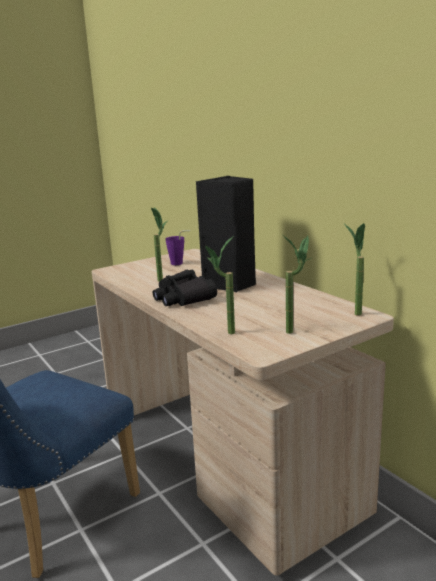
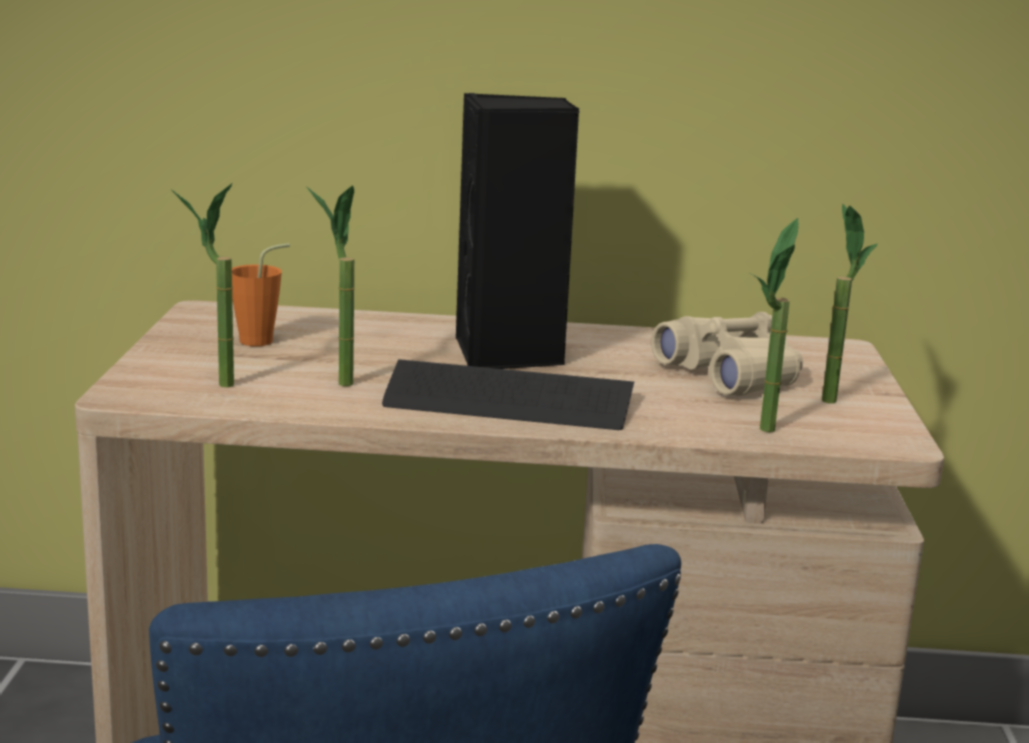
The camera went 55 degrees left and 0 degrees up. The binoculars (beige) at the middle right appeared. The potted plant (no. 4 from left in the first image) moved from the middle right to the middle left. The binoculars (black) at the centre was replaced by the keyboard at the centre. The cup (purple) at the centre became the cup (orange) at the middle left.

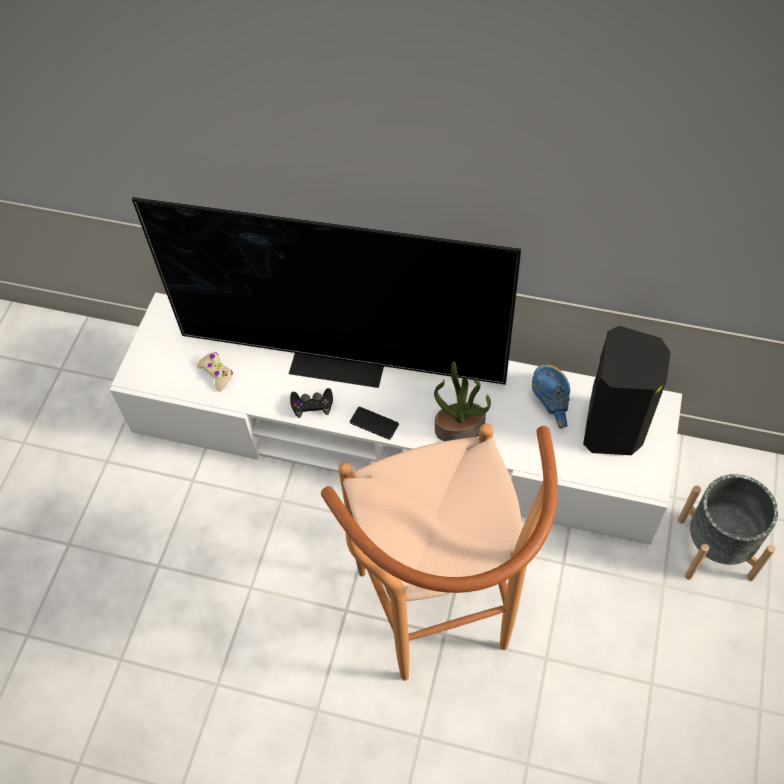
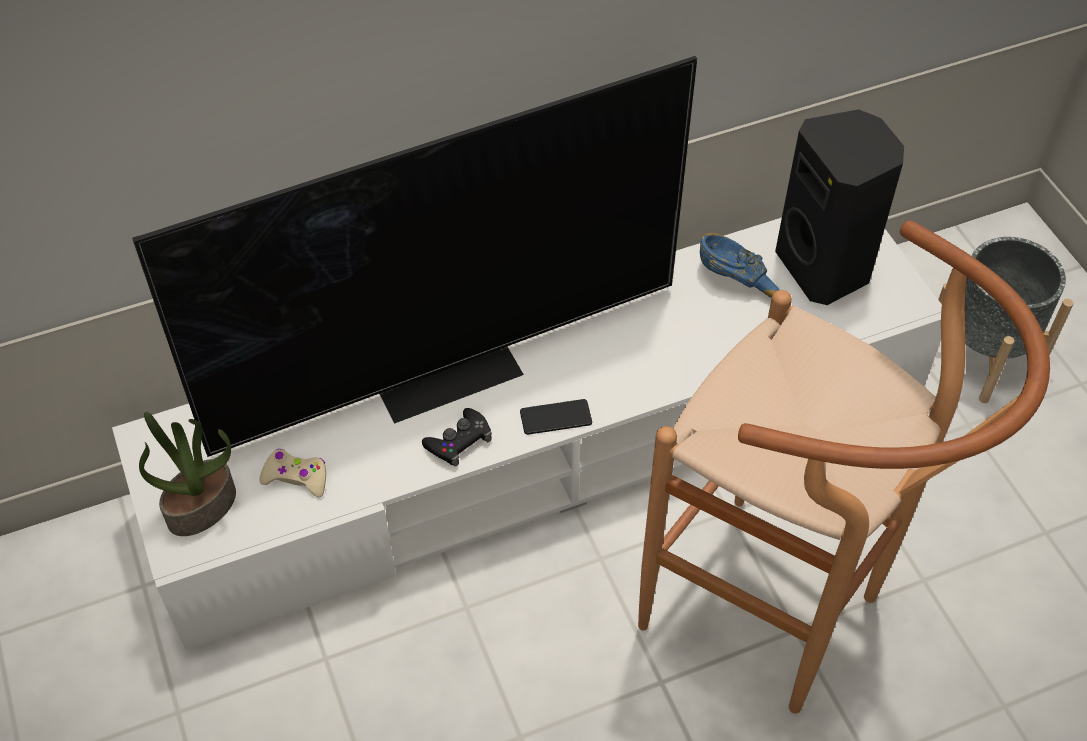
The camera went 40 degrees left and 5 degrees down. The potted plant moved from the centre to the middle left.

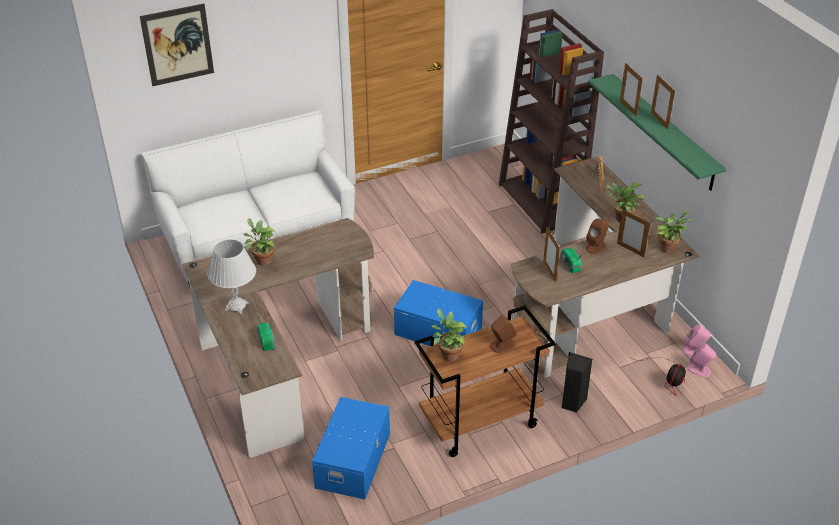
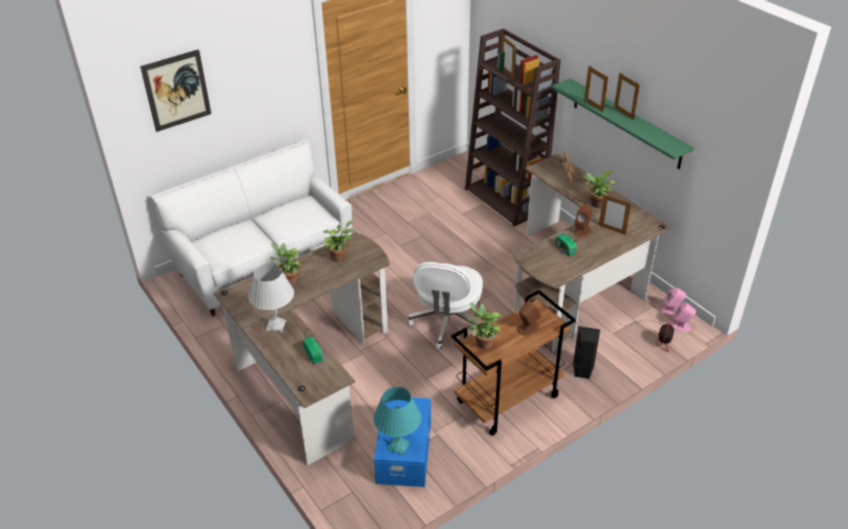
The camera went 10 degrees left and 0 degrees up. The table lamp (turquoise) at the bottom centre appeared. The picture frame (no. 1 from left) moved from the centre to the top centre. The potted plant (no. 4 from left in the first image) moved from the middle right to the centre. The storage box (blue) (no. 2 from left) at the centre was replaced by the office chair (white) at the centre.

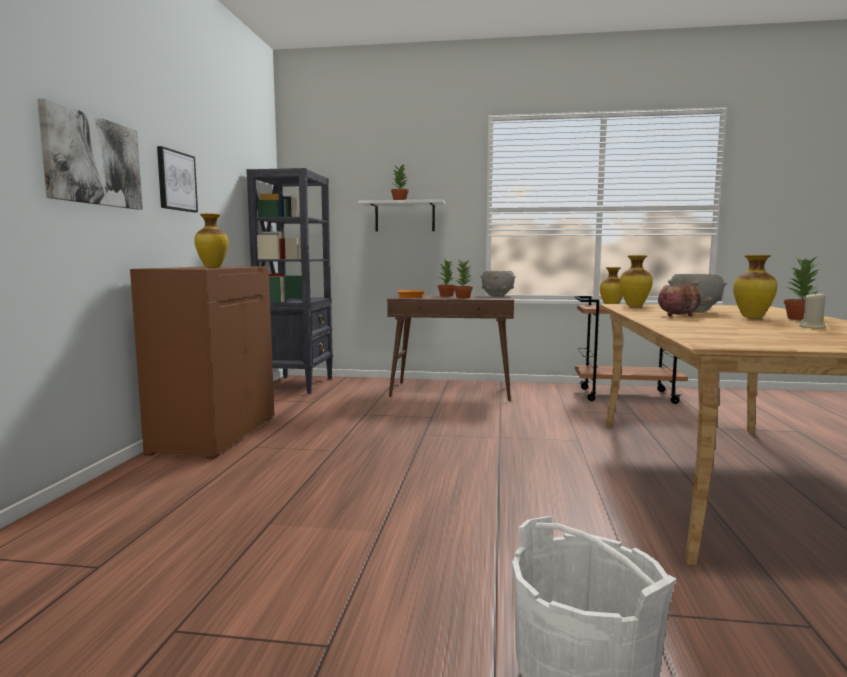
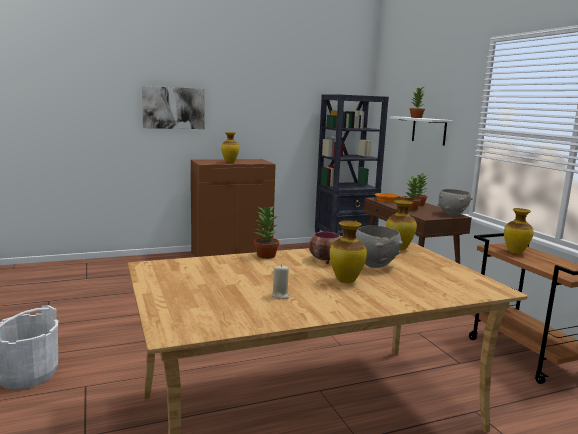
The camera went 60 degrees right and 5 degrees up. The picture (no. 2 from left) at the top left disappeared. The potted plant (no. 4 from left in the first image) moved from the middle right to the centre.

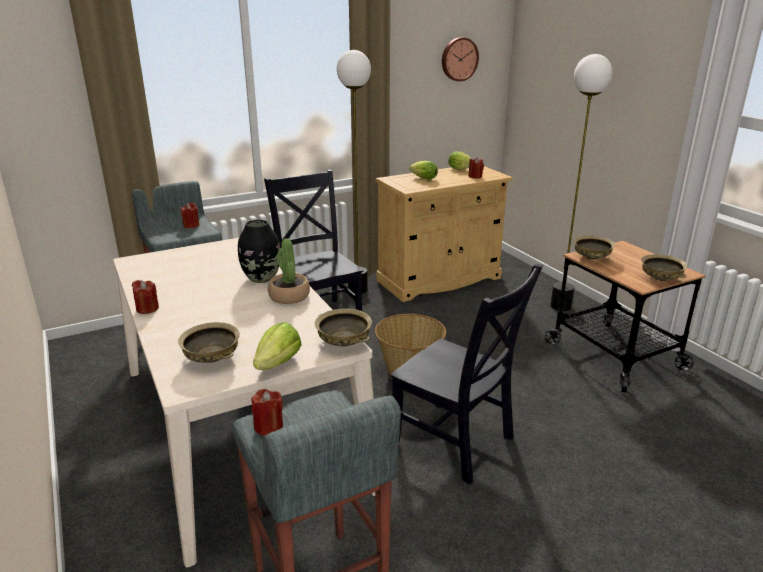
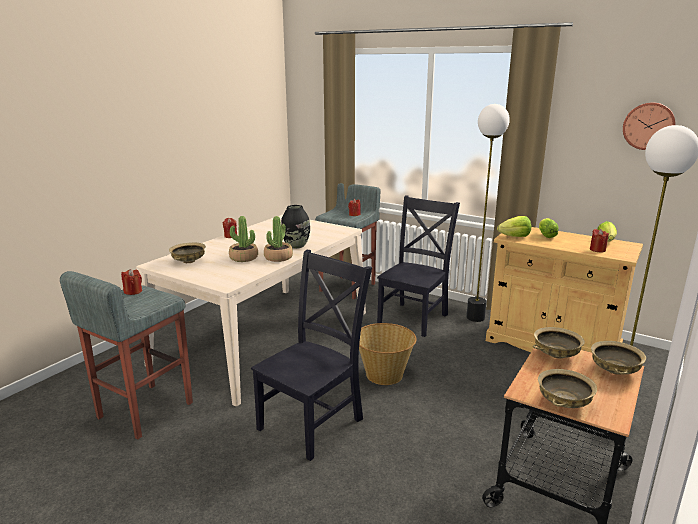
The camera went 60 degrees right and 5 degrees down. The potted plant (no. 1 from left) at the centre appeared. The lettuce (no. 1 from left) moved from the centre to the middle right. The bowl (beige) (no. 2 from left in the first image) moved from the centre to the bottom right. The chair (black) (no. 2 from left in the first image) at the centre turned 150 degrees counterclockwise.

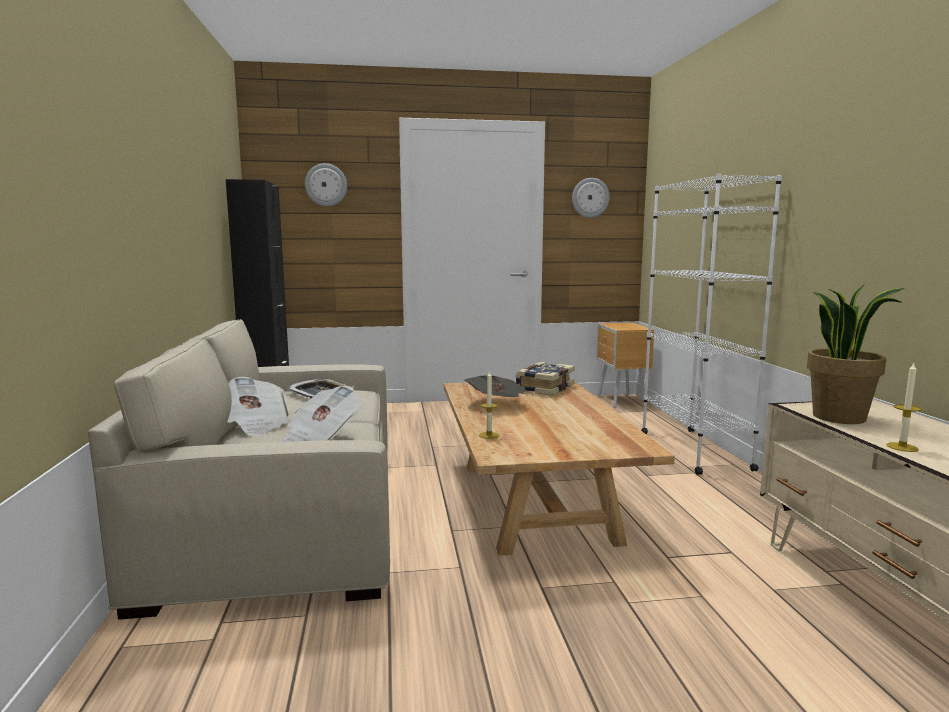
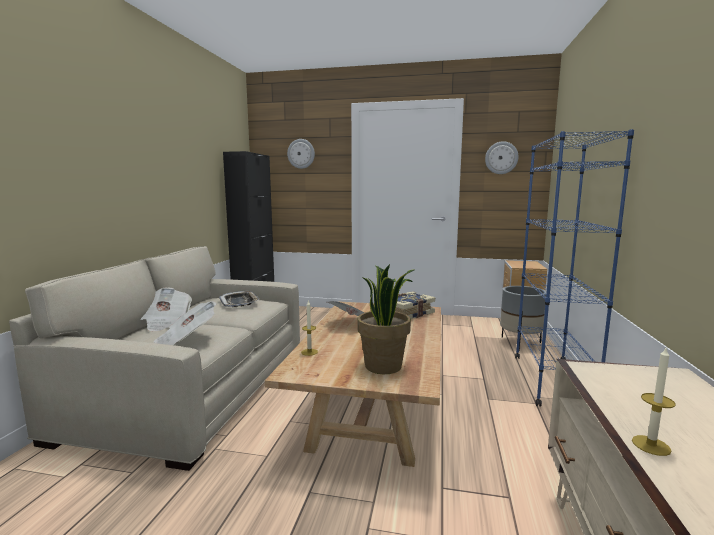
The camera went 20 degrees right and 0 degrees up. The planter (grey) at the middle right appeared. The potted plant moved from the middle right to the centre. The bookcase (white) at the middle right became the bookcase (blue) at the middle right.

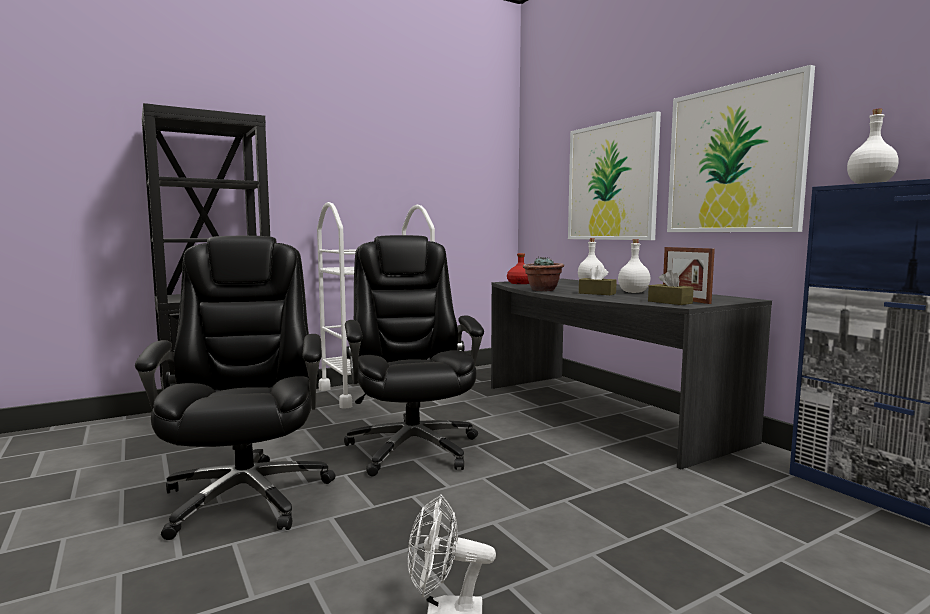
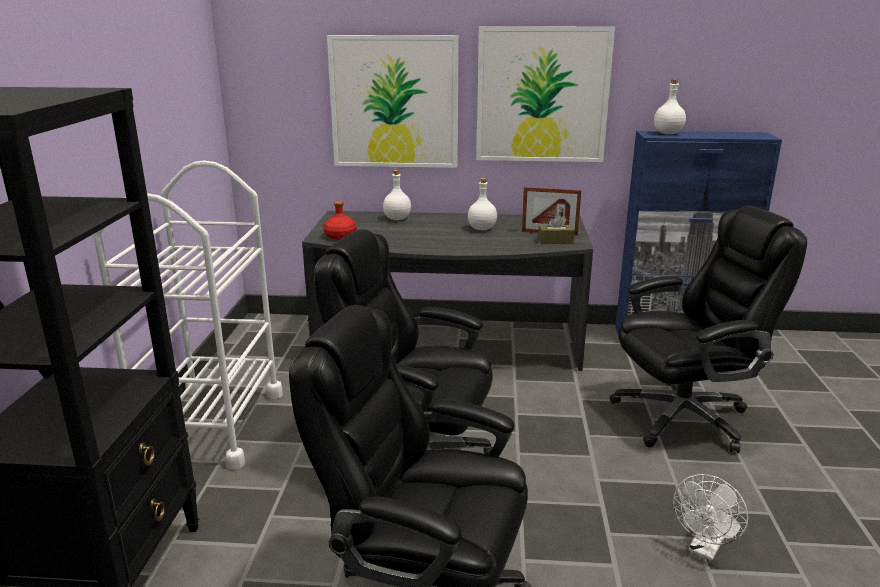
The camera went 55 degrees left and 15 degrees up. The potted plant at the centre disappeared. The tissue box (brown) (no. 1 from left) at the centre disappeared. The office chair (black) (no. 3 from left) at the middle right appeared.

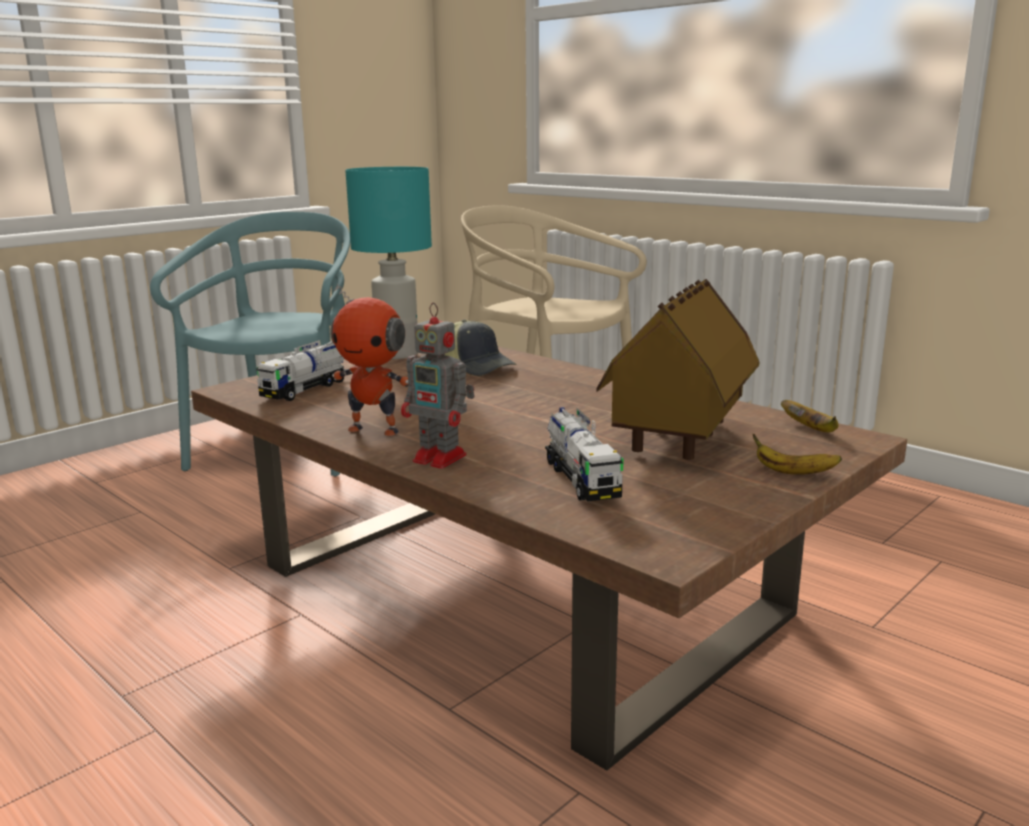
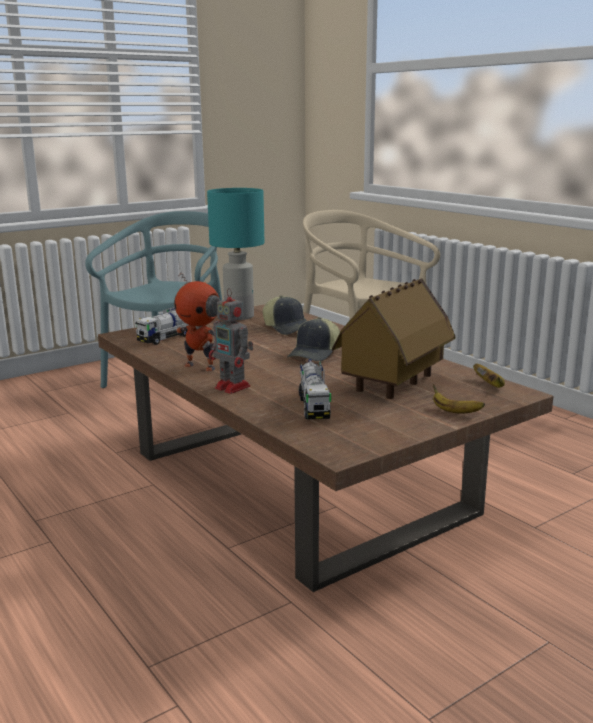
The camera went 10 degrees right and 0 degrees up. The cap (no. 2 from left) at the centre appeared.

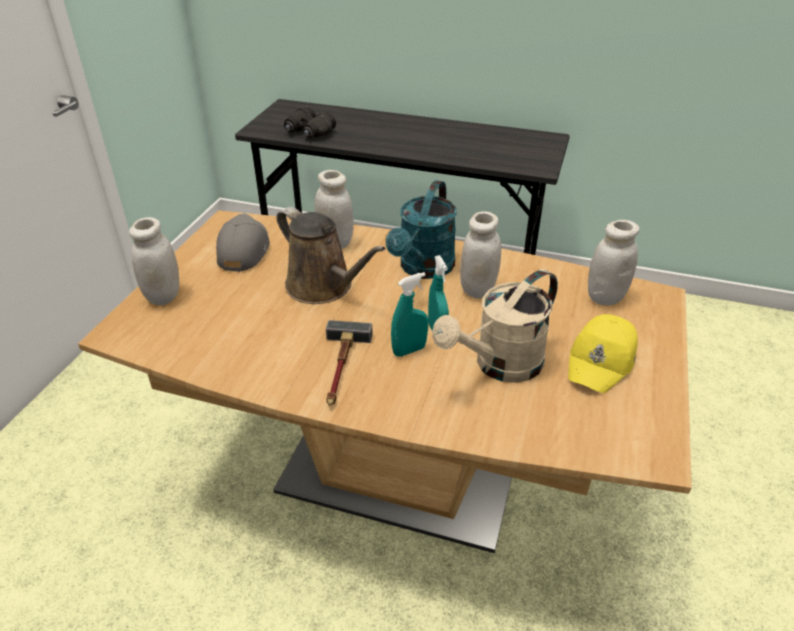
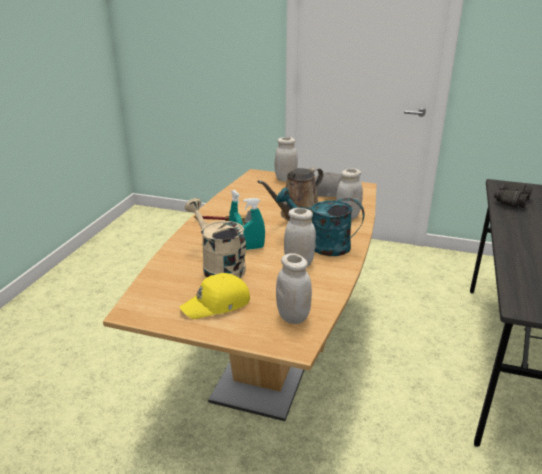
The camera went 90 degrees right and 10 degrees down. The cap (yellow) at the middle right turned 60 degrees counterclockwise.

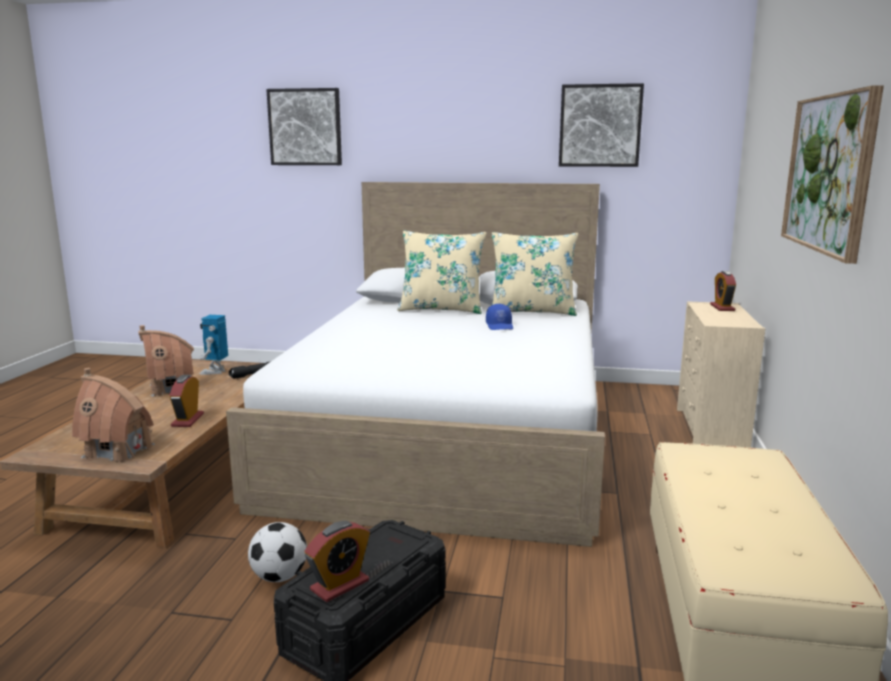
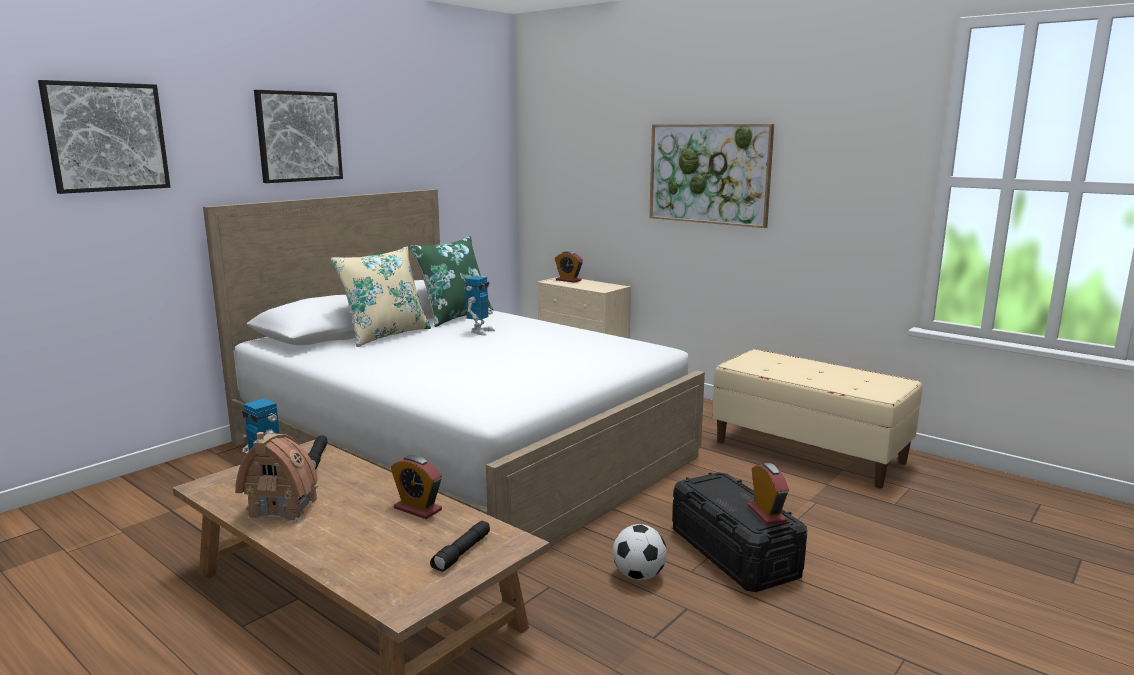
The camera went 60 degrees left and 0 degrees up. The picture (no. 2 from left) moved from the top right to the top left. The toy house (no. 1 from left) at the middle left was replaced by the flashlight (black) (no. 2 from left) at the bottom centre. The cap (blue) at the centre was replaced by the toy robot (no. 2 from left) at the centre. The pillow (beige) (no. 2 from left) at the centre became the pillow (green) at the centre.

